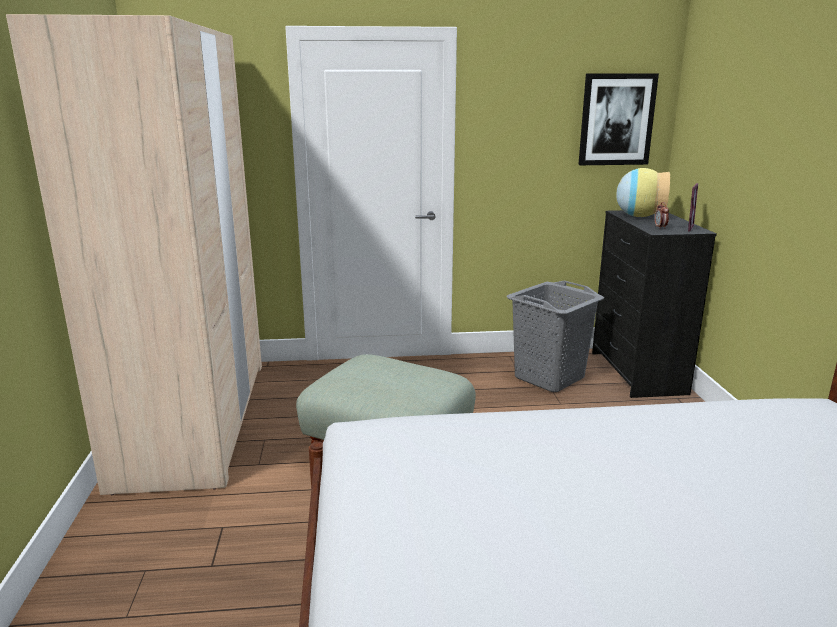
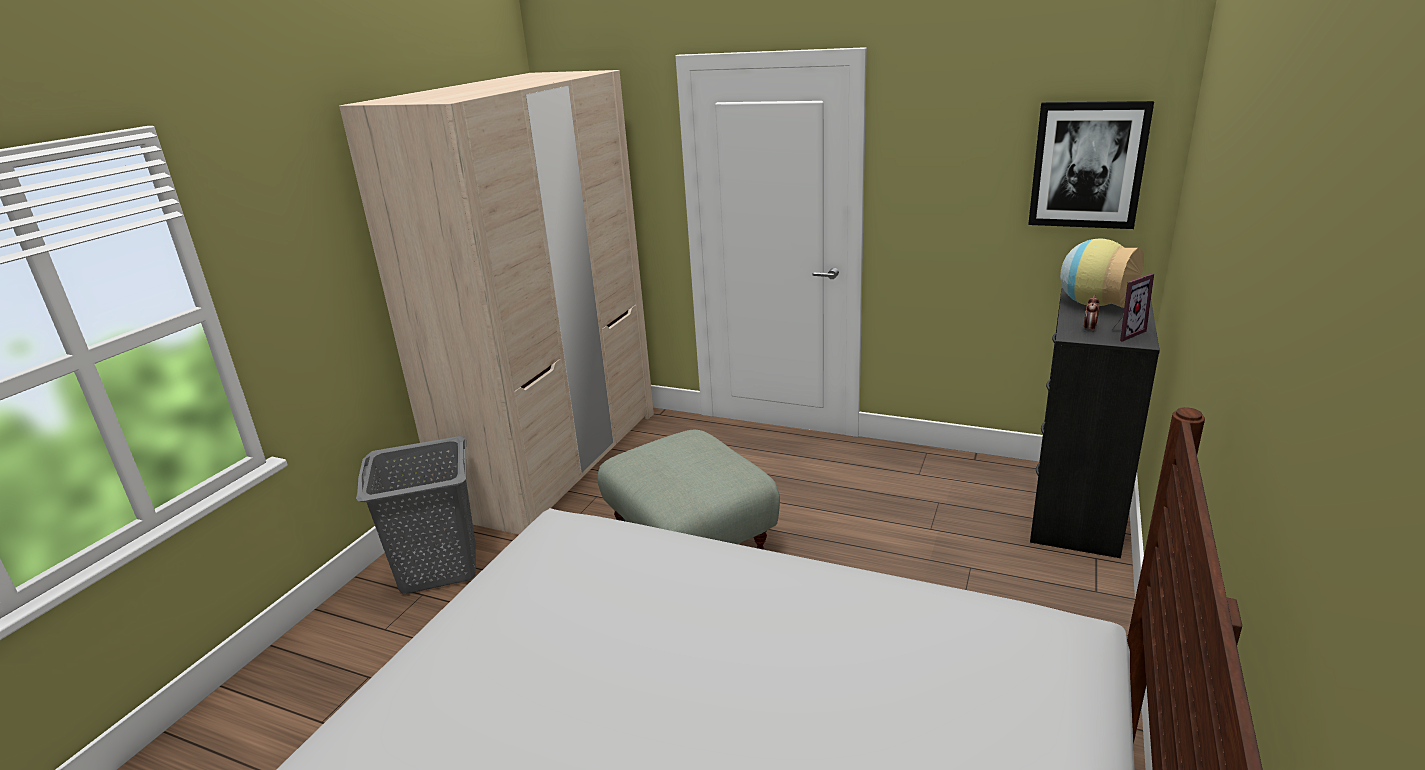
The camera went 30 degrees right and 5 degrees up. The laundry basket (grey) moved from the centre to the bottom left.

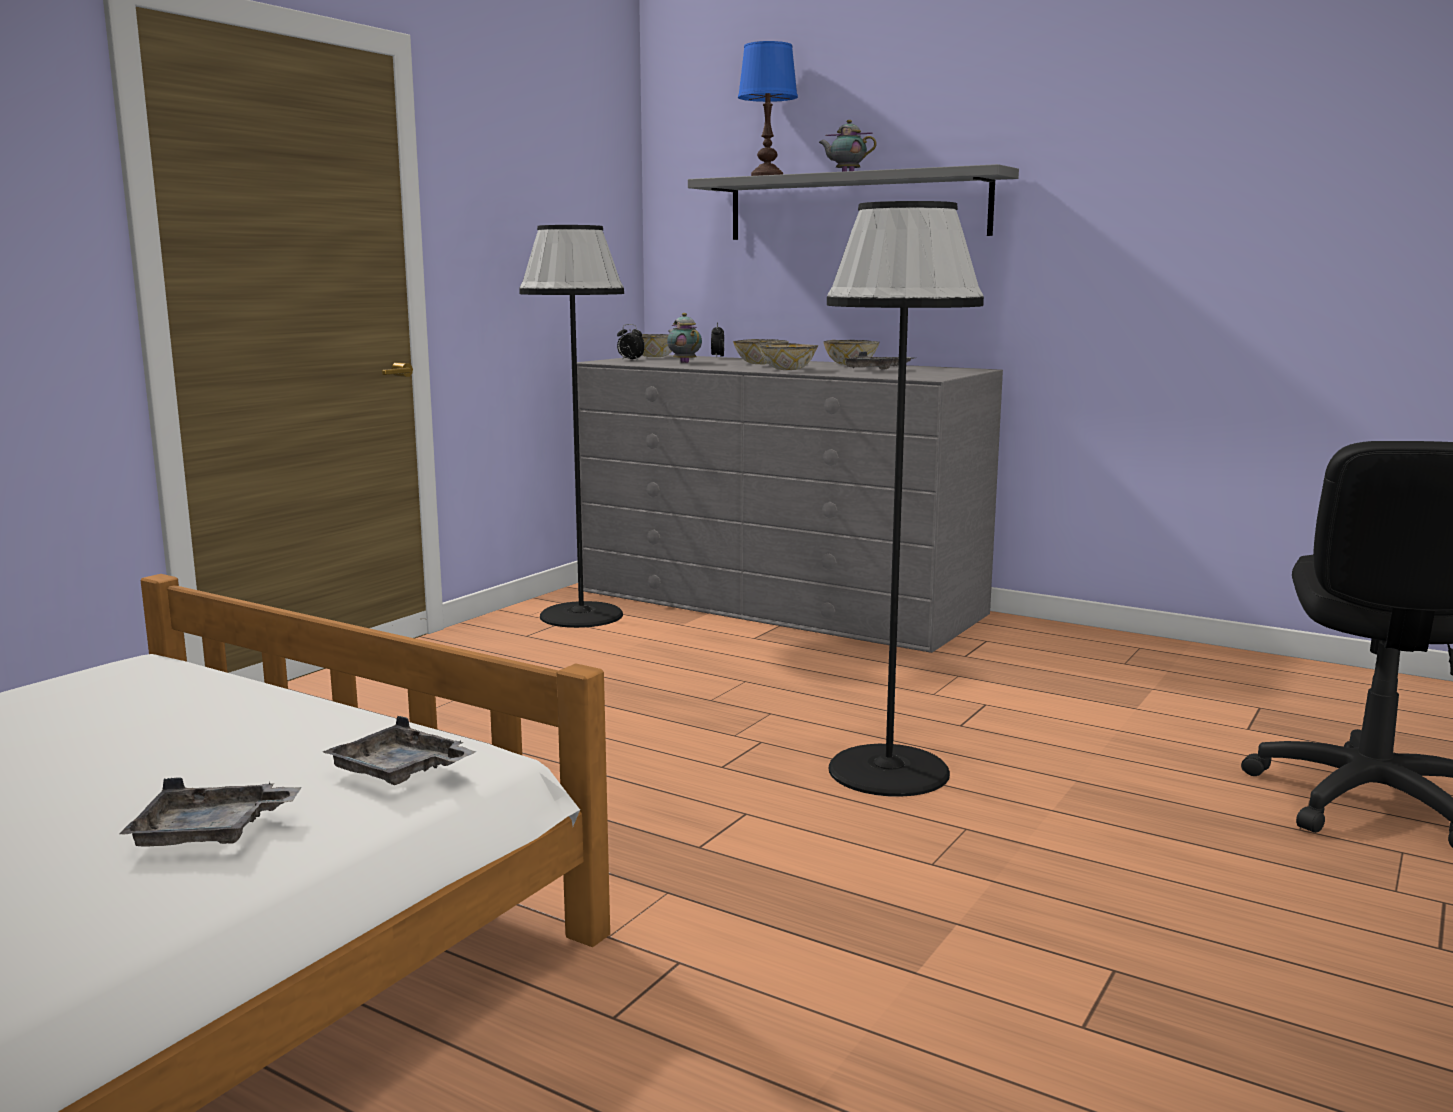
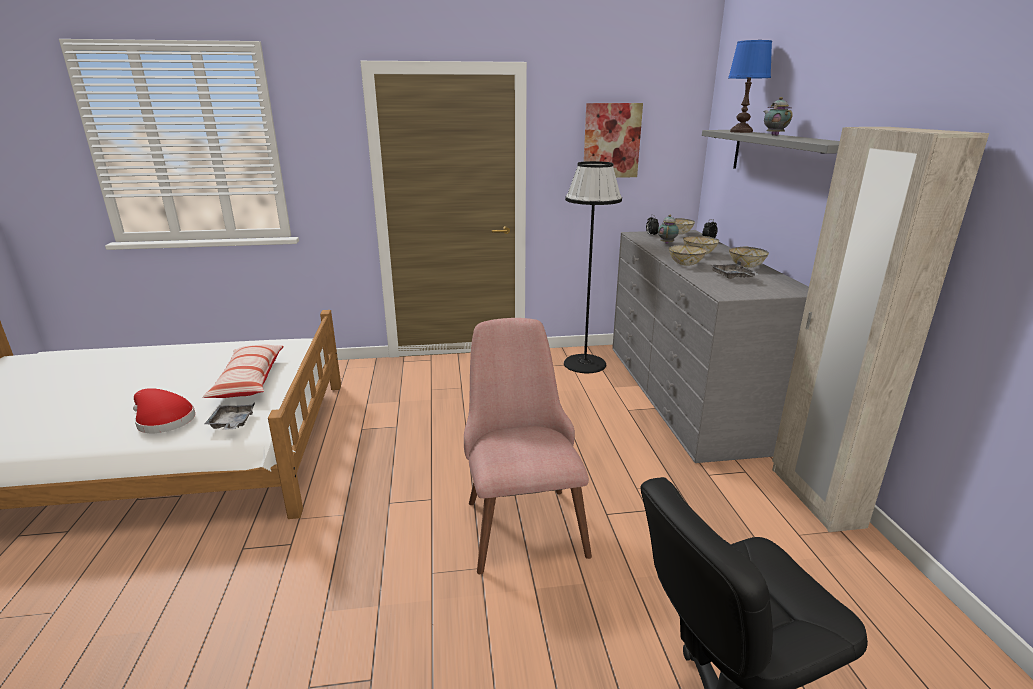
The camera went 50 degrees right and 10 degrees up. The pillow at the middle left appeared. The picture at the top centre appeared. The wardrobe (beige) at the middle right appeared. The tray (grey) (no. 1 from left) at the bottom left was replaced by the hat (red) at the middle left. The floor lamp (black) (no. 2 from left) at the centre was replaced by the chair (pink) at the centre.

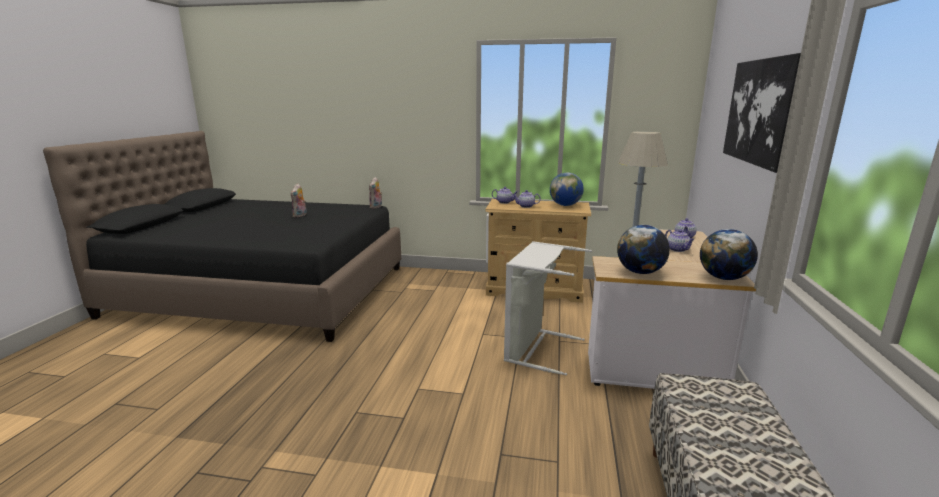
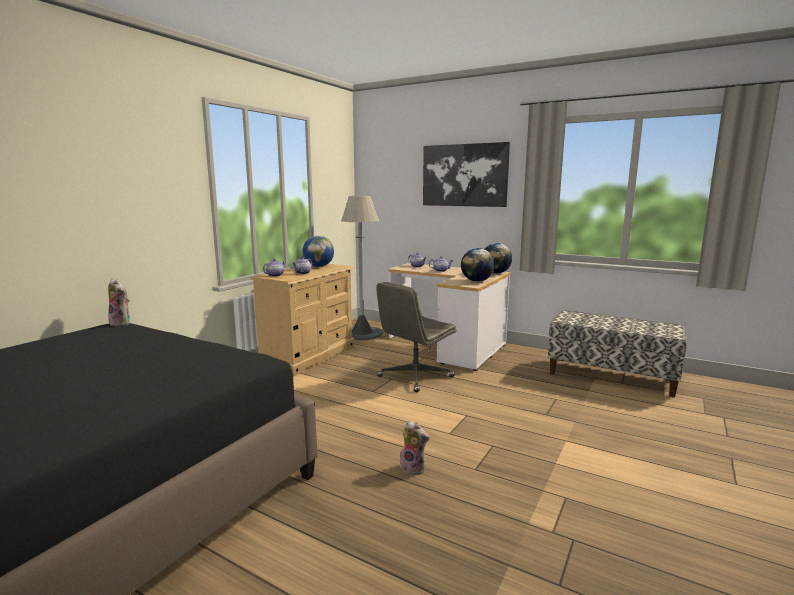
The camera went 70 degrees left and 5 degrees down. The plush toy (no. 1 from left in the first image) moved from the middle left to the bottom centre. The laundry basket (grey) at the centre was replaced by the office chair (grey) at the centre.

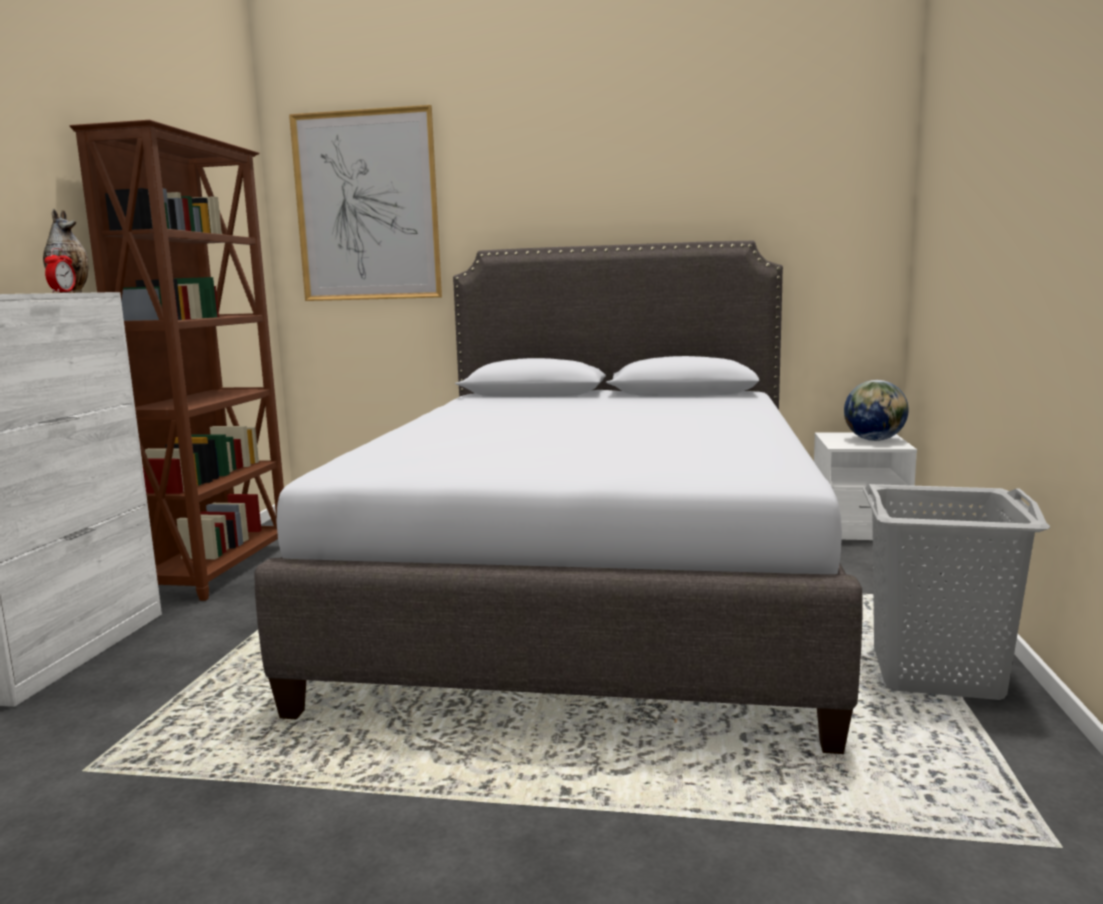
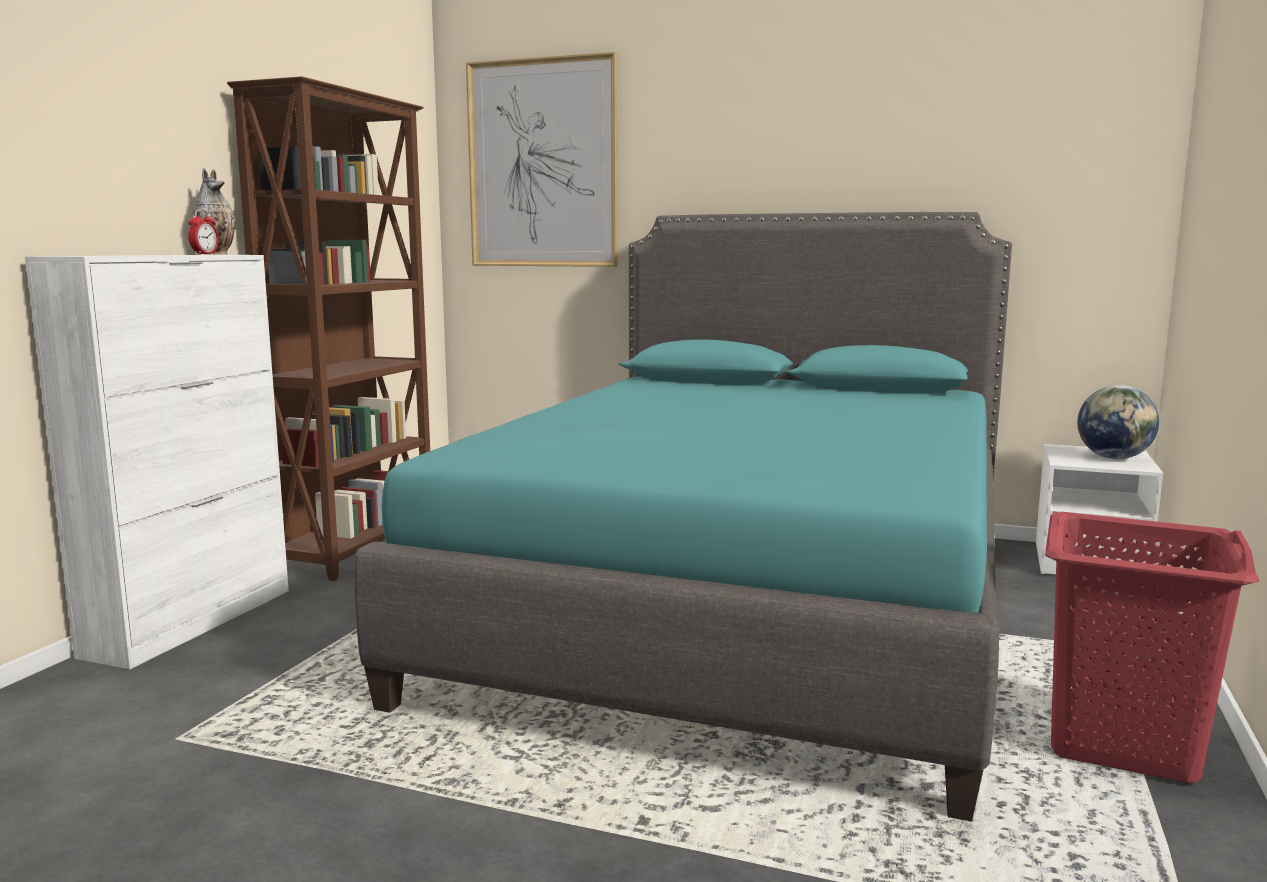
The camera went 10 degrees right and 0 degrees up. The bed (grey) at the centre became the bed (turquoise) at the centre. The laundry basket (grey) at the middle right became the laundry basket (red) at the bottom right.

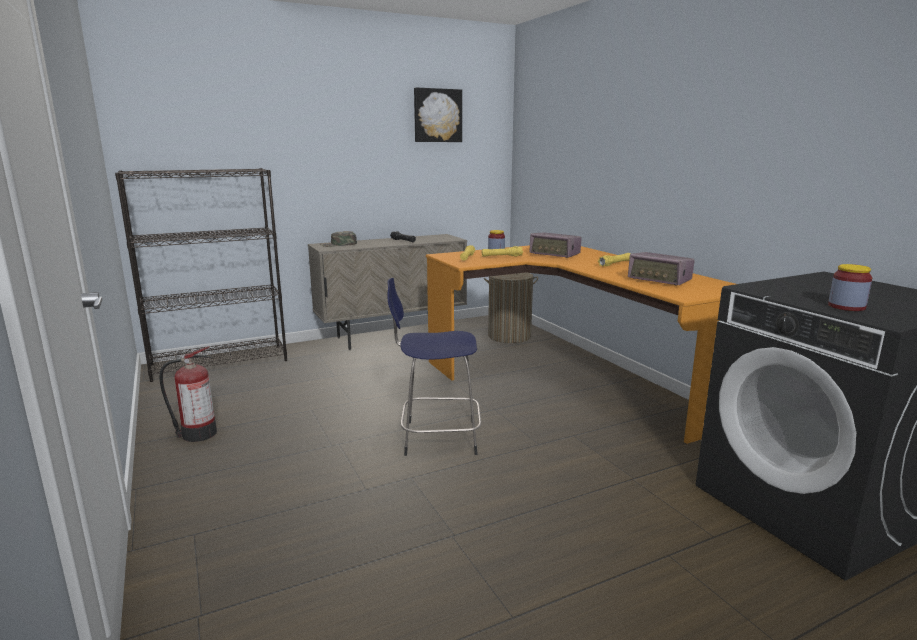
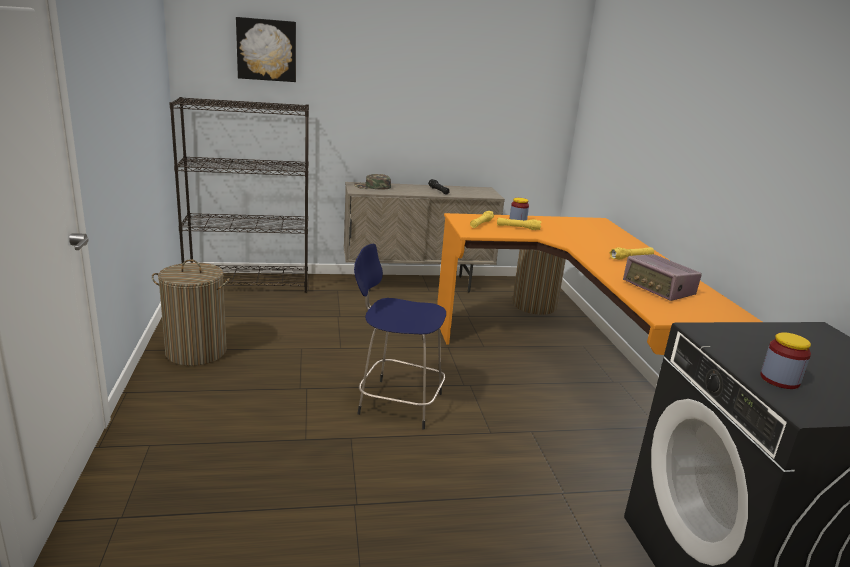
The camera went 15 degrees right and 5 degrees up. The radio (no. 1 from left) at the centre disappeared. The picture moved from the top centre to the top left. The fire extinguisher at the middle left was replaced by the laundry basket (no. 1 from left) at the middle left.

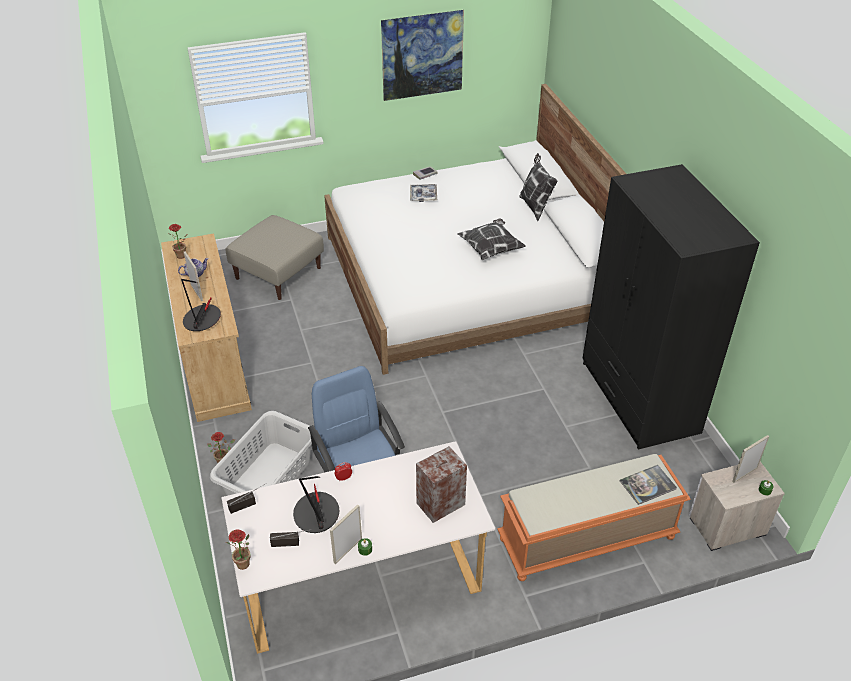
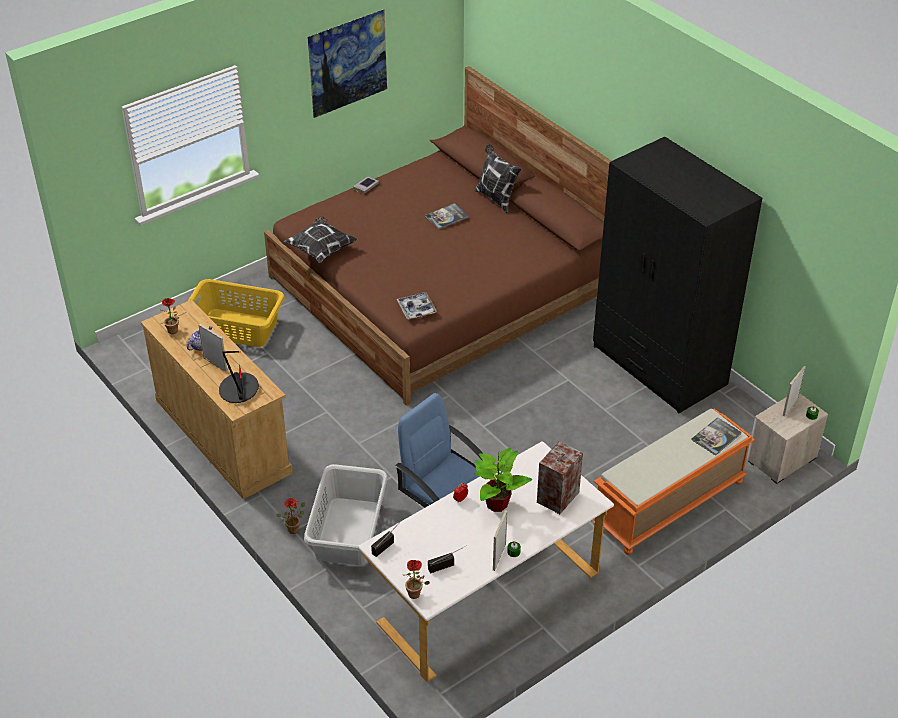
The camera went 20 degrees left and 0 degrees up. The table lamp (no. 2 from left) at the bottom centre disappeared. The book (no. 2 from left) at the top centre appeared. The potted plant (no. 4 from left) at the bottom centre appeared. The tray moved from the top centre to the centre. The pillow (no. 1 from left) moved from the centre to the top centre. The ottoman (beige) at the middle left was replaced by the laundry basket (yellow) at the middle left. The bed (white) at the centre became the bed (brown) at the top centre.

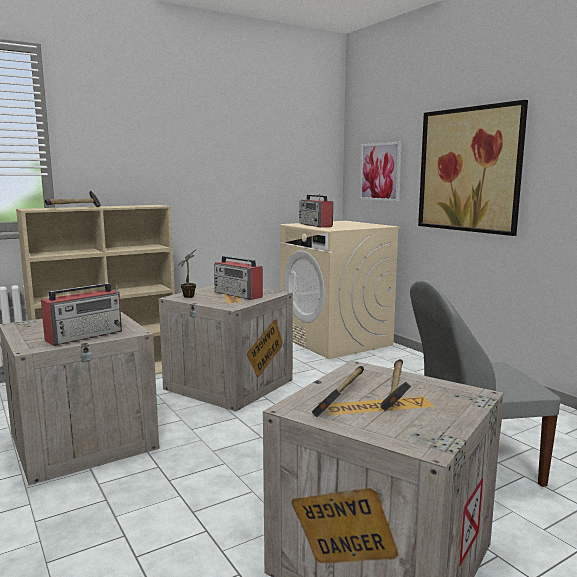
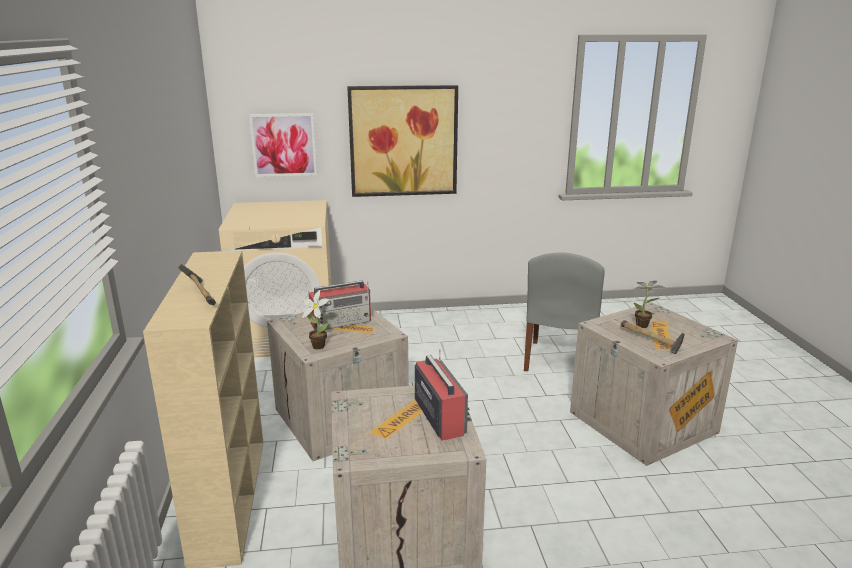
The camera went 65 degrees left and 10 degrees up. The radio (no. 3 from left) at the centre disappeared. The hammer (no. 3 from left) at the bottom right was replaced by the potted plant (no. 2 from left) at the middle right.

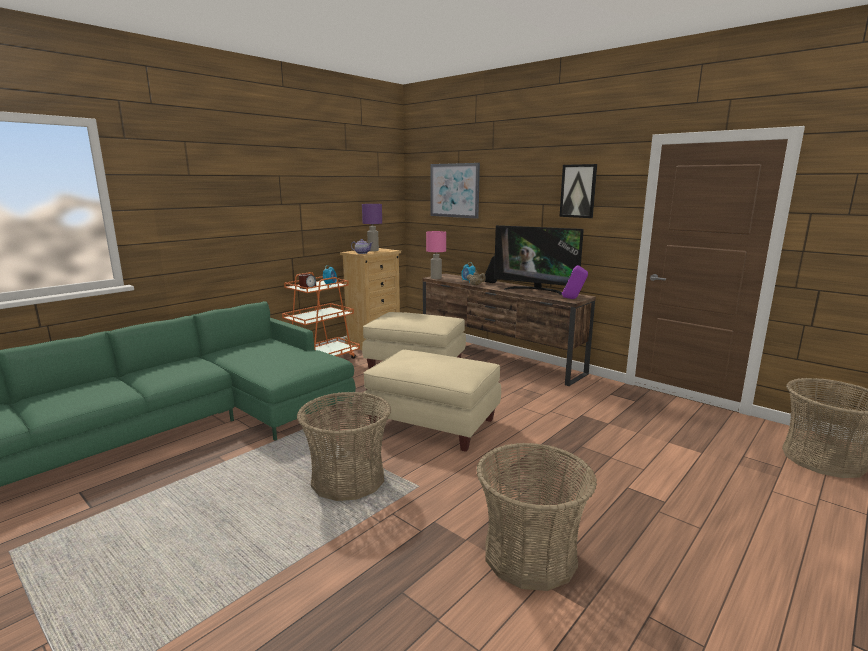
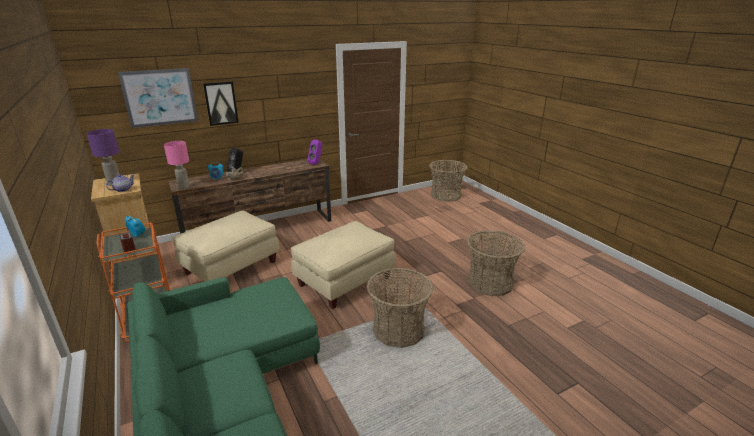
The camera went 70 degrees left and 10 degrees up. The television at the centre disappeared. The picture (no. 2 from left) moved from the top centre to the top left.

